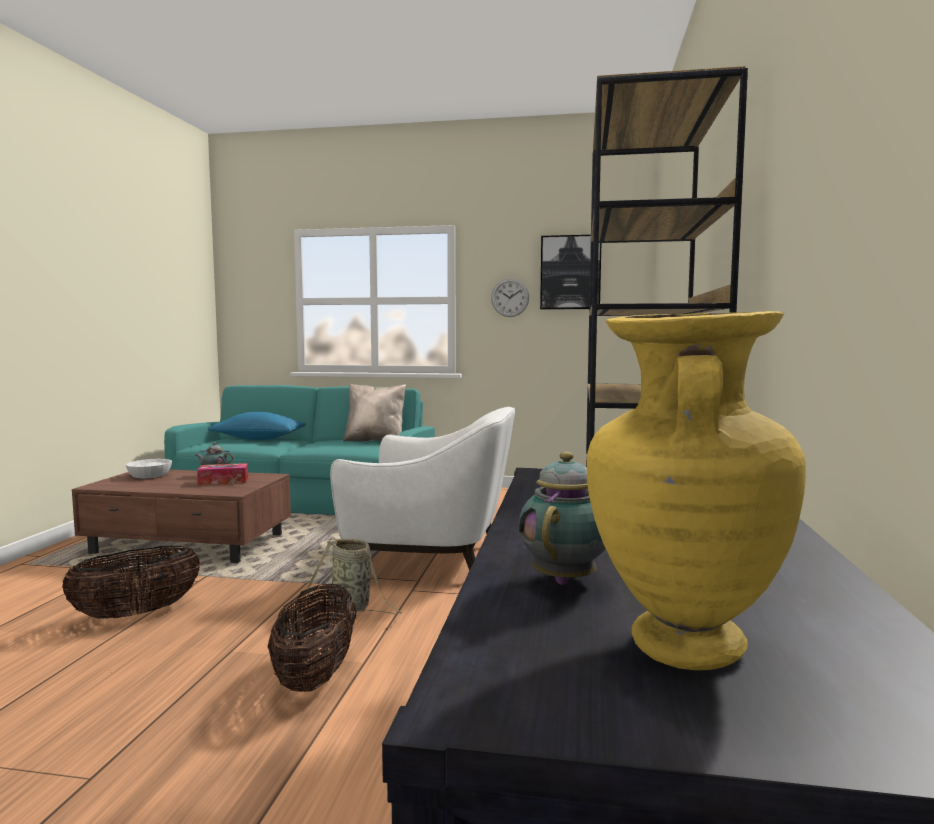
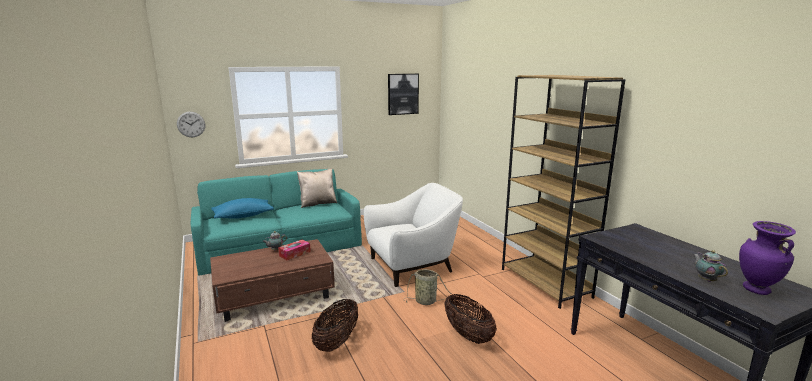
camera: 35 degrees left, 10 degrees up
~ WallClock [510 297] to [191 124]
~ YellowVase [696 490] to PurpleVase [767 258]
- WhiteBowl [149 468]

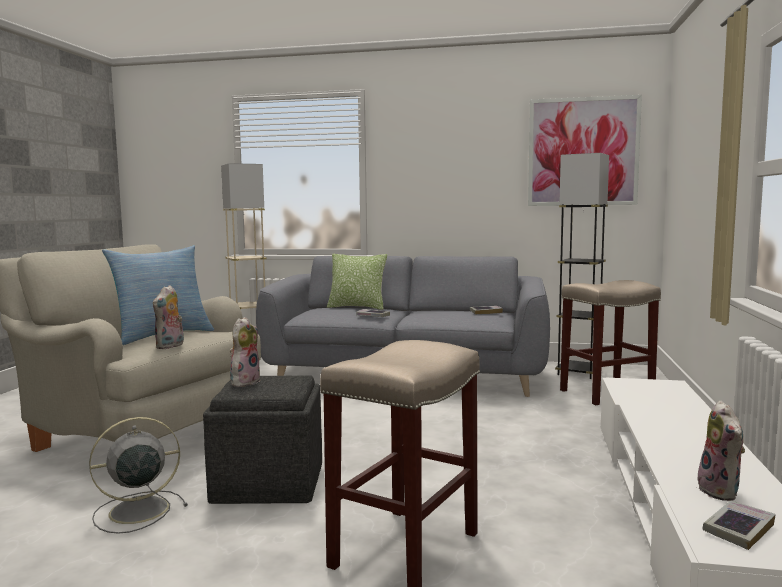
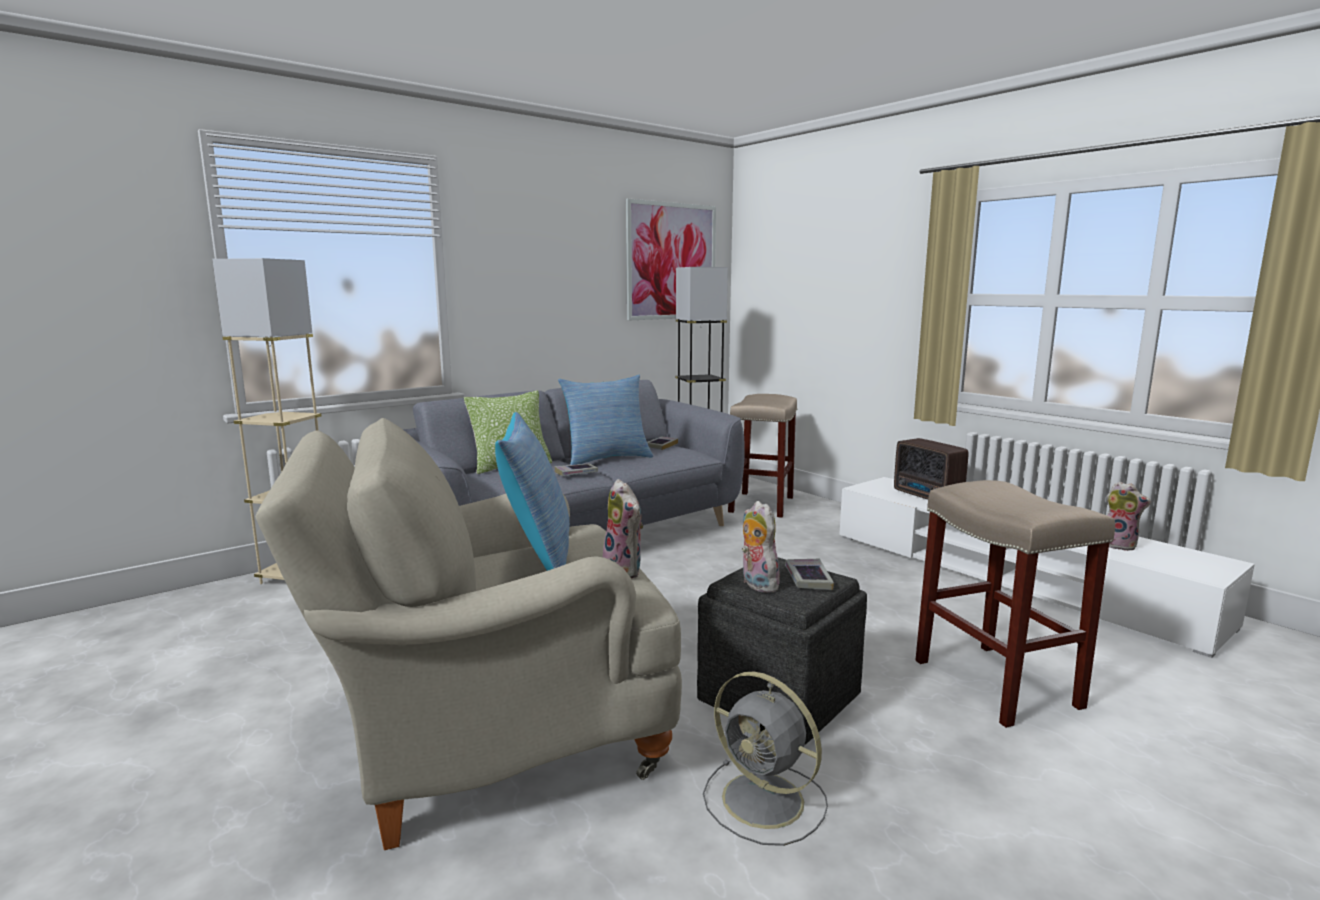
camera: 50 degrees left, 5 degrees up
~ GreyFan [138 475] = [765 759] 60 degrees counterclockwise
~ Book [739 525] to [809 574]
+ Pillow [605 420]
+ Radio [931 469]

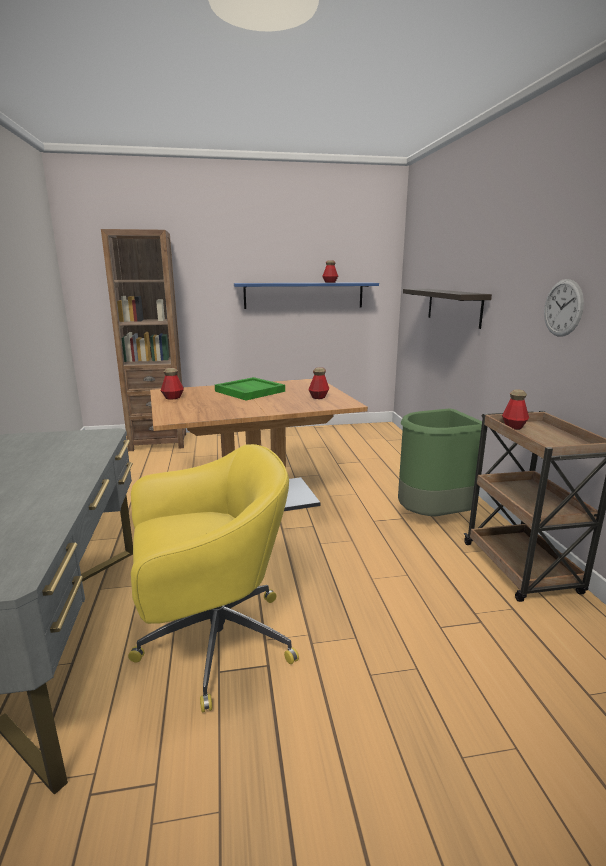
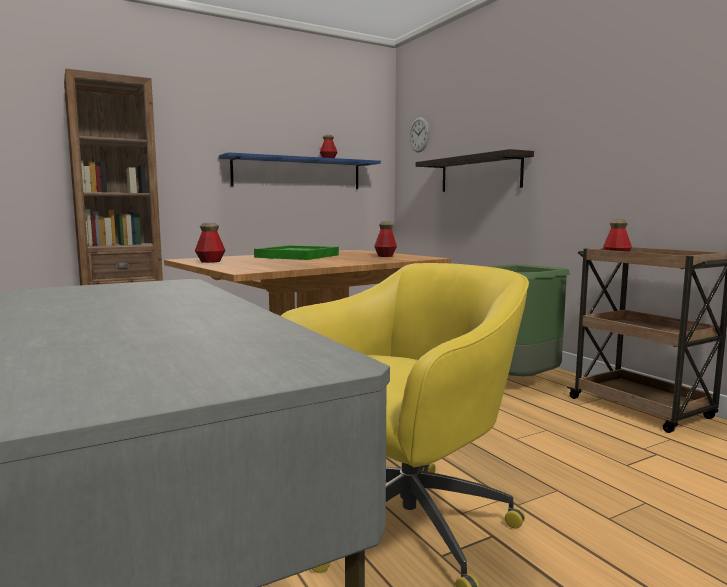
camera: 20 degrees left, 10 degrees down
~ WallClock [564 308] to [419 134]

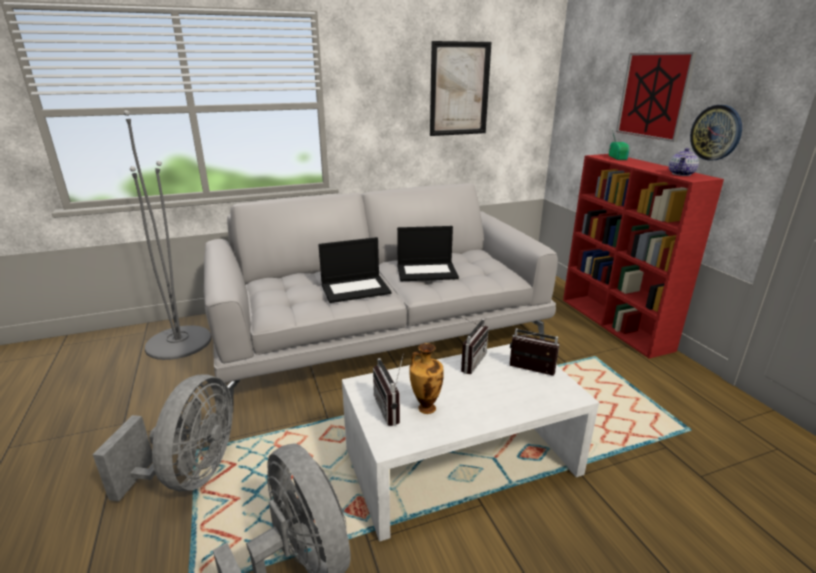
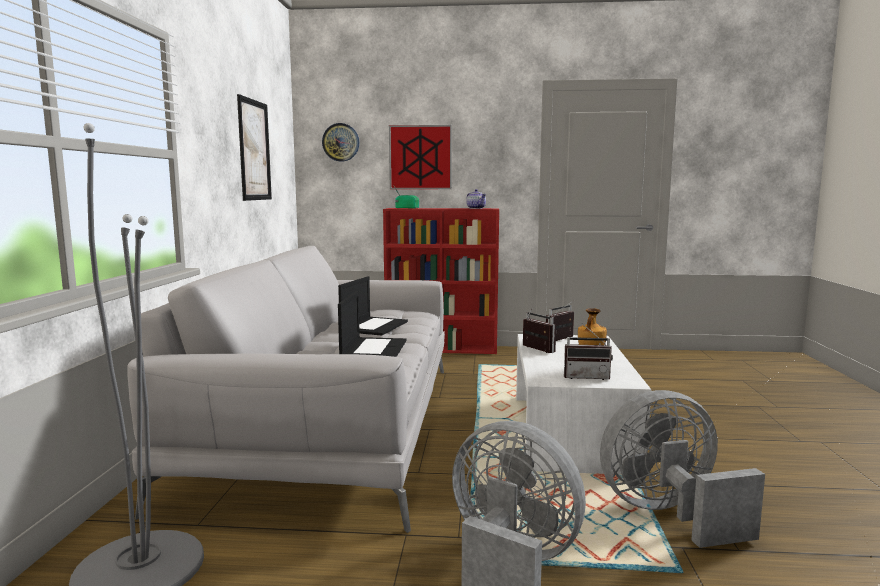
camera: 65 degrees left, 15 degrees down
~ WallClock [716 133] to [340 142]

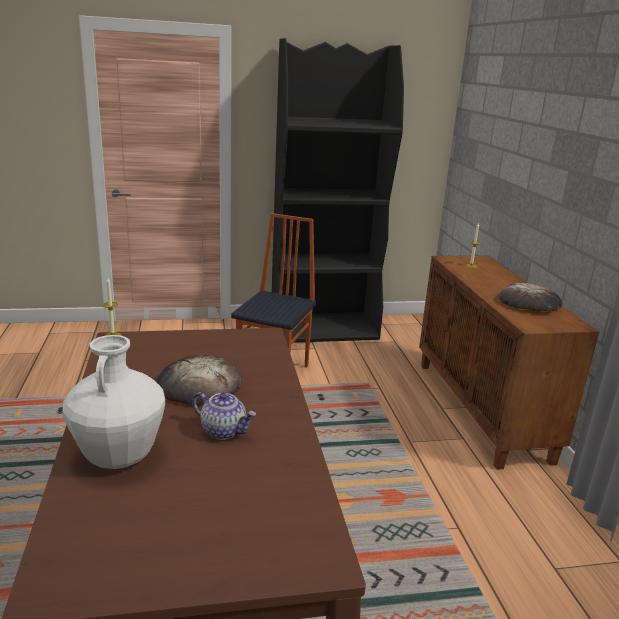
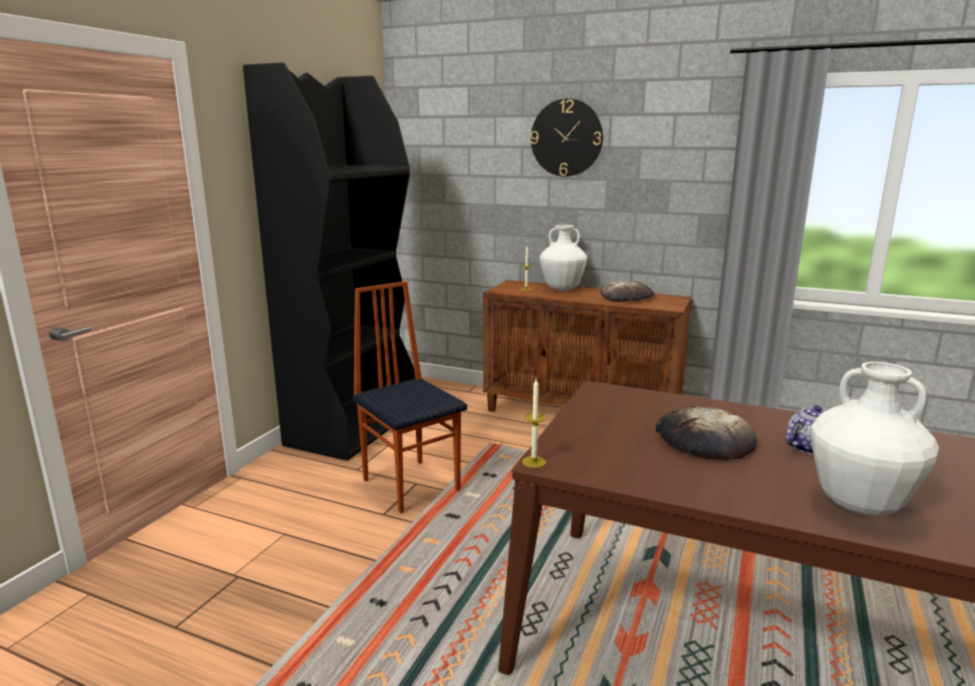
camera: 55 degrees left, 5 degrees down
+ WallClock [567 138]
+ WhiteVase [563 258]

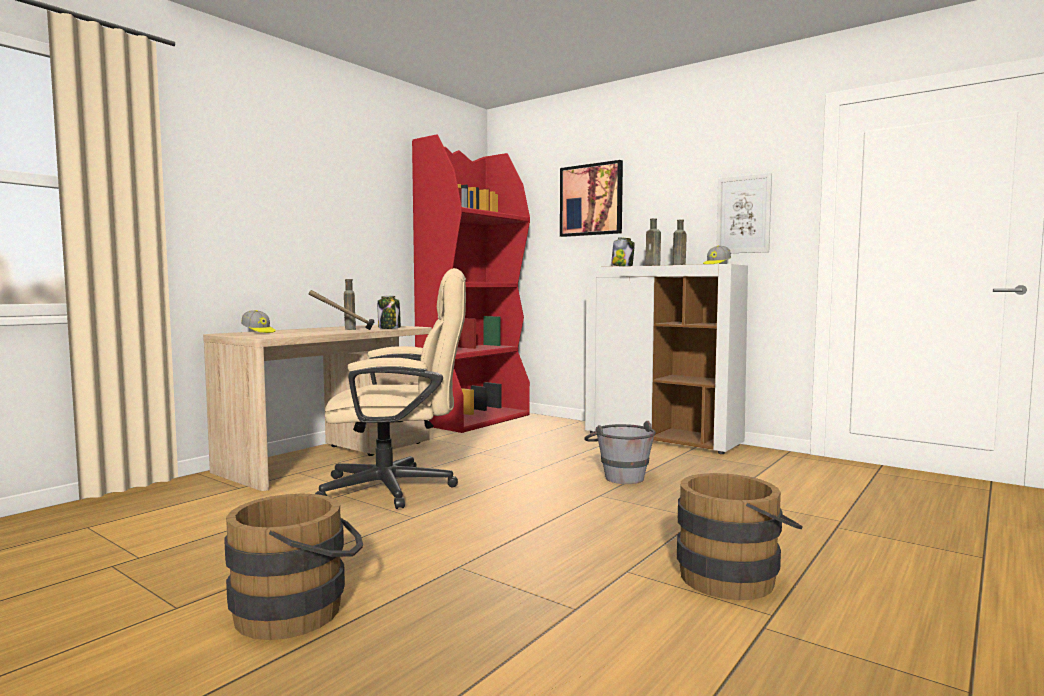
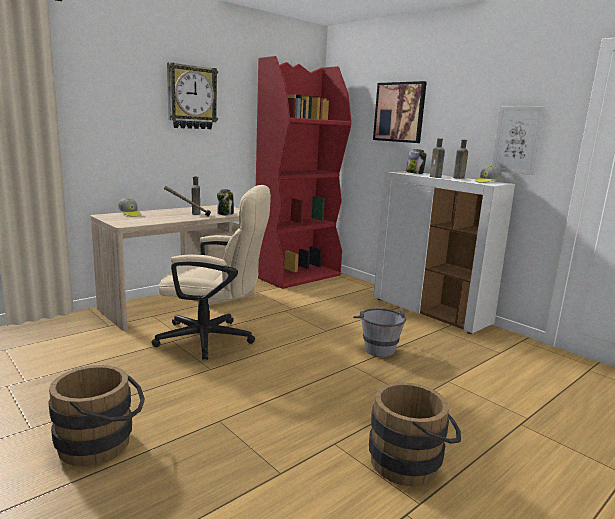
camera: 10 degrees right, 10 degrees up
+ WallClock [192 95]

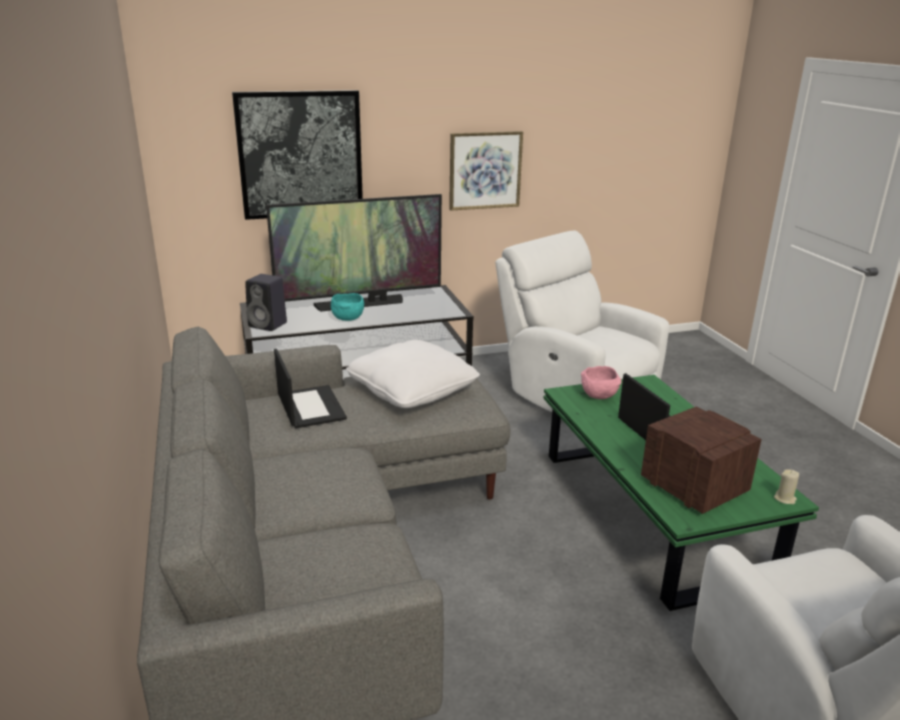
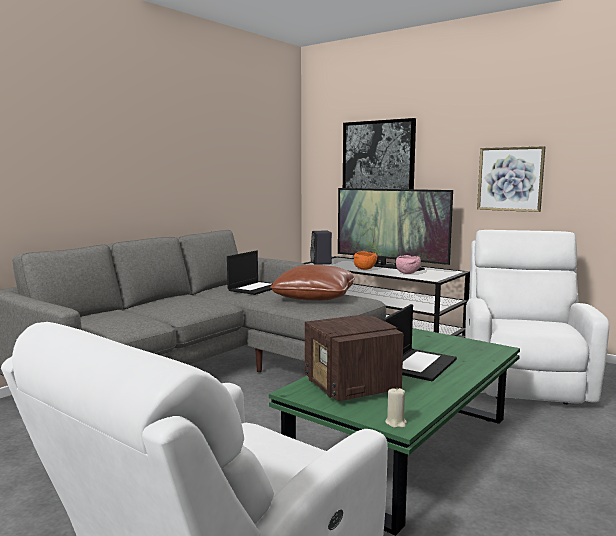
camera: 55 degrees right, 15 degrees down
~ TurquoiseBowl [347 307] to OrangeBowl [365 260]
~ WhitePillow [413 374] to BrownPillow [312 283]
~ PinkBowl [601 382] to [408 264]
~ Radio [701 460] = [354 358] 135 degrees clockwise

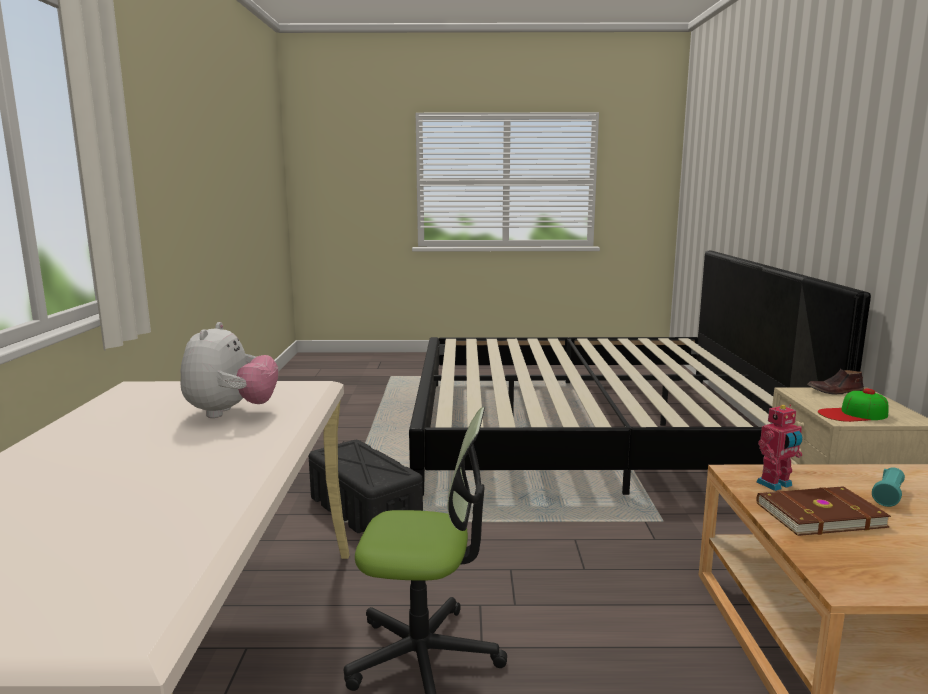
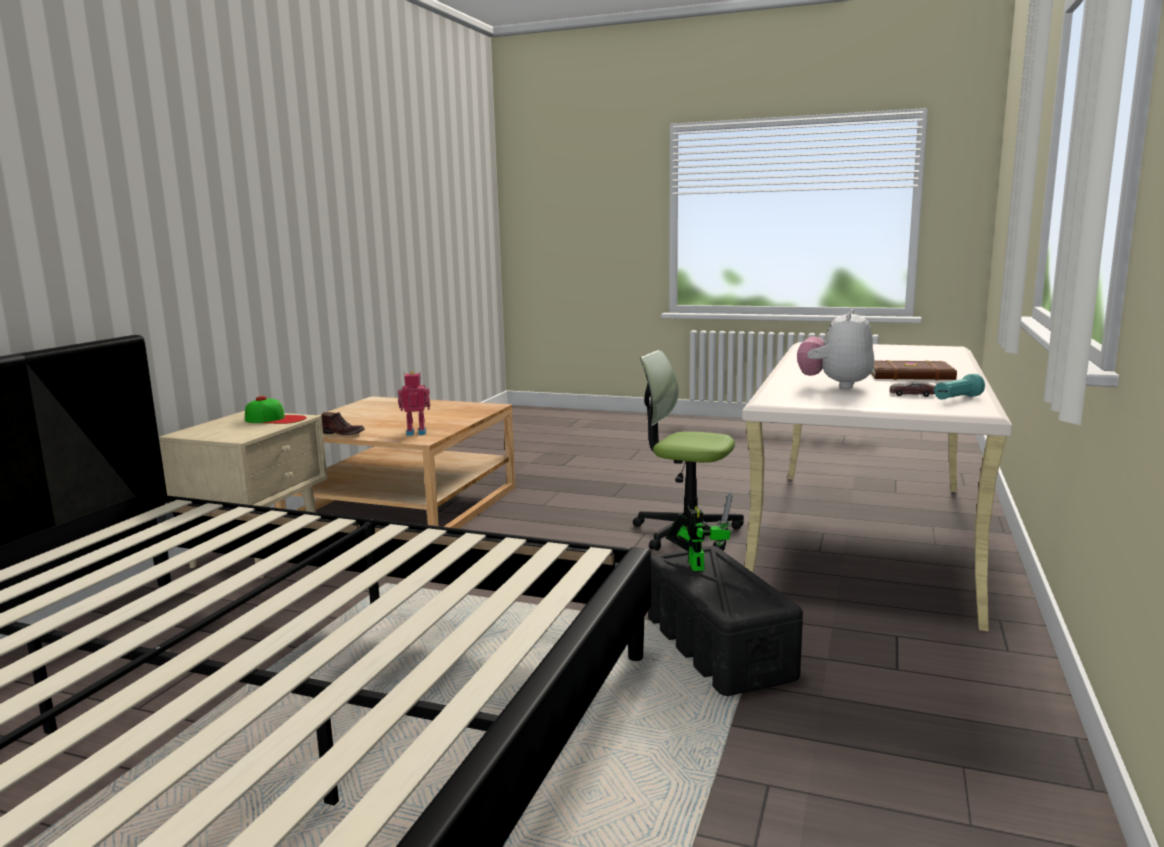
camera: 160 degrees left, 0 degrees up
~ BrownShoe [835 382] to [343 423]
~ TurquoiseFlashlight [888 487] to [959 387]
~ BrownBook [824 511] to [914 370]
+ ToyCar [912 389]
+ ToyRobot [699 531]

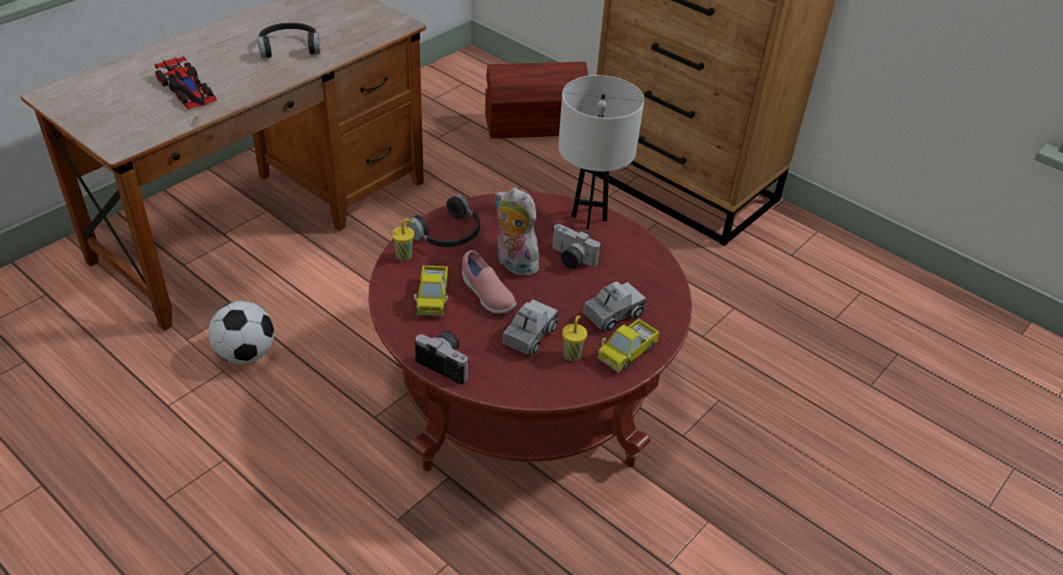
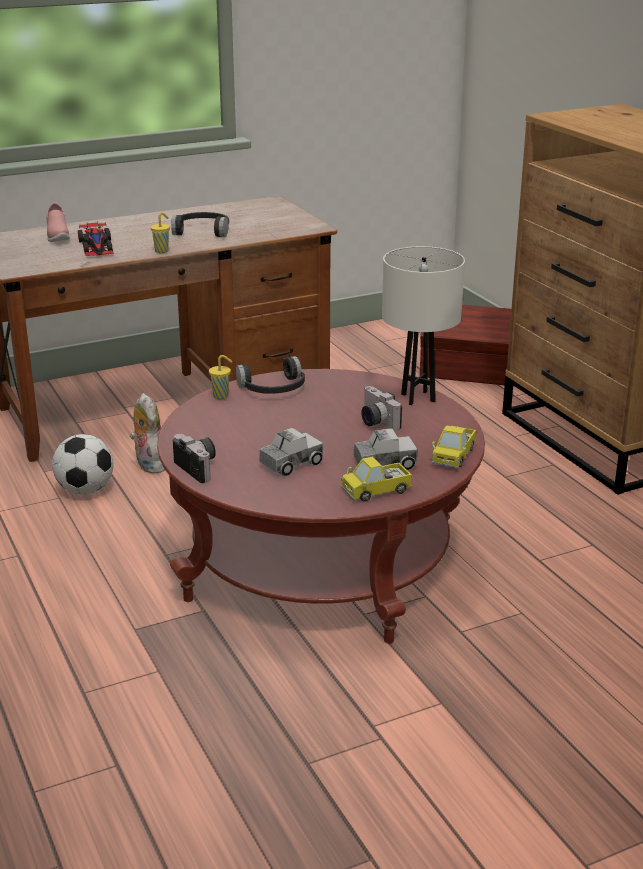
camera: 25 degrees right, 15 degrees down
~ PlushToy [517 231] to [147 433]
~ PinkShoe [489 282] to [58 222]
~ ToyTruck [431 290] to [454 447]
~ YellowCup [574 338] to [160 232]

